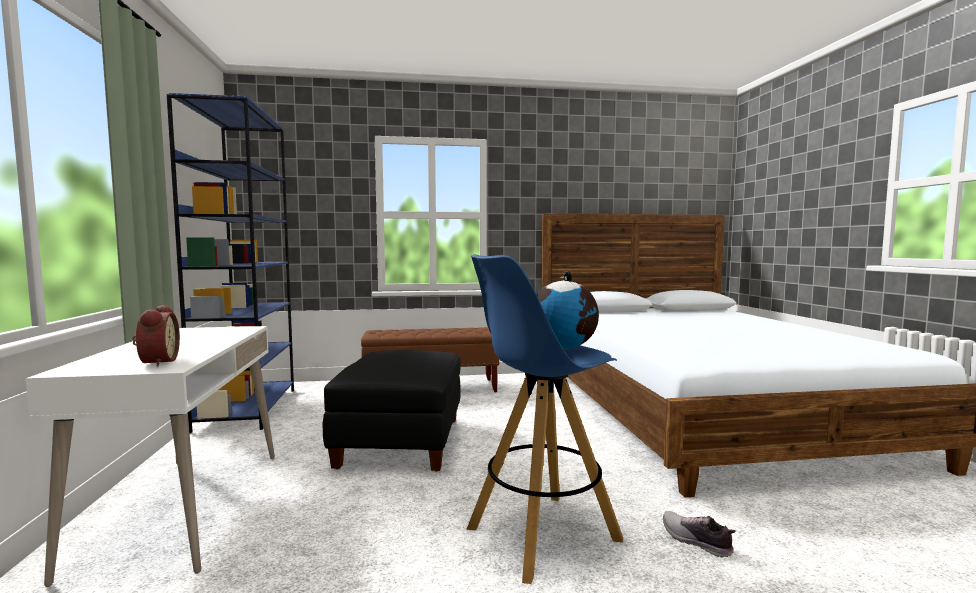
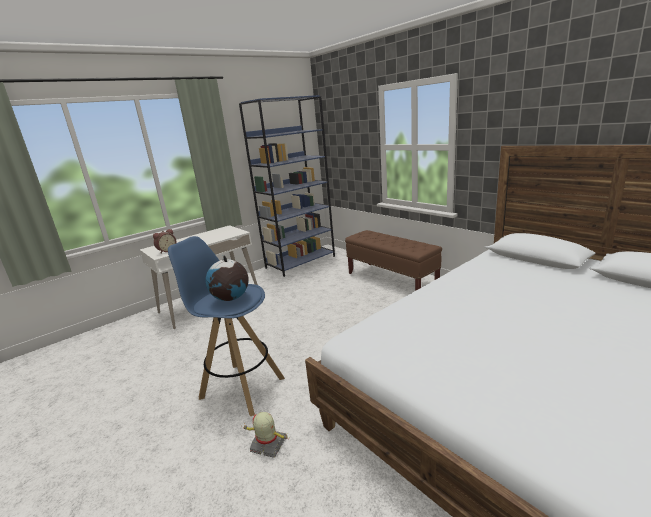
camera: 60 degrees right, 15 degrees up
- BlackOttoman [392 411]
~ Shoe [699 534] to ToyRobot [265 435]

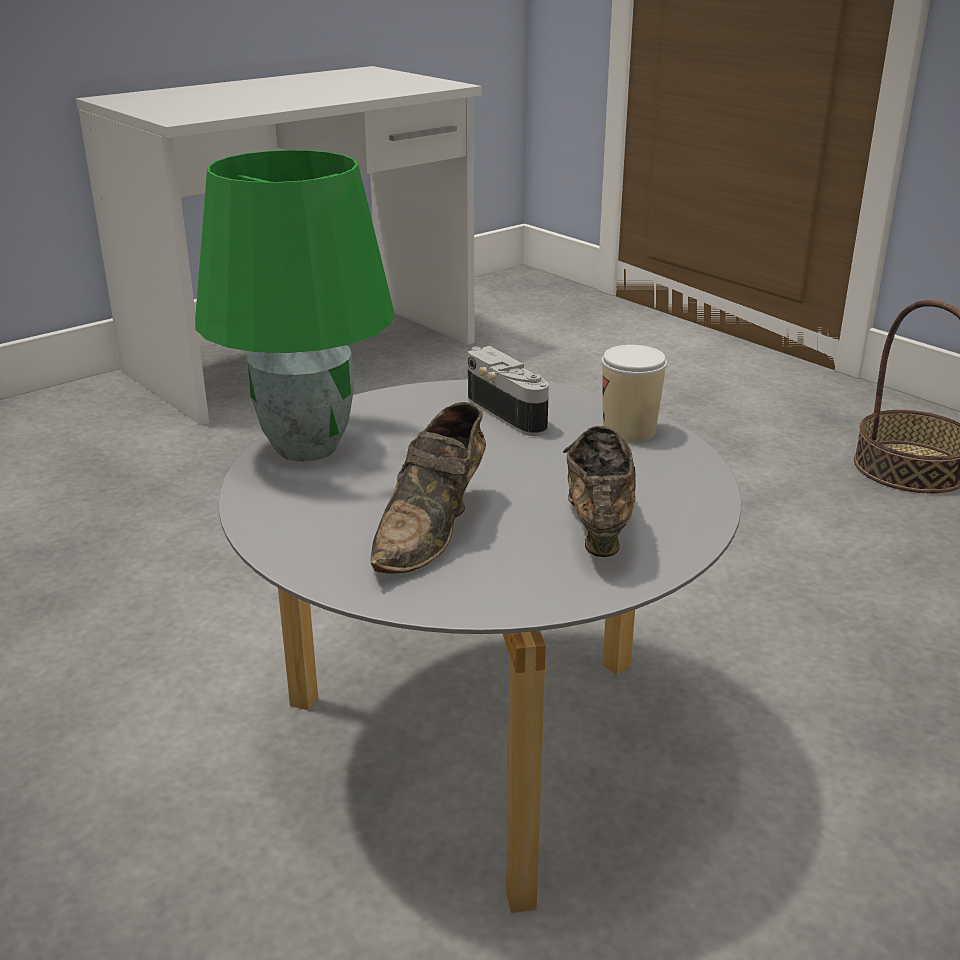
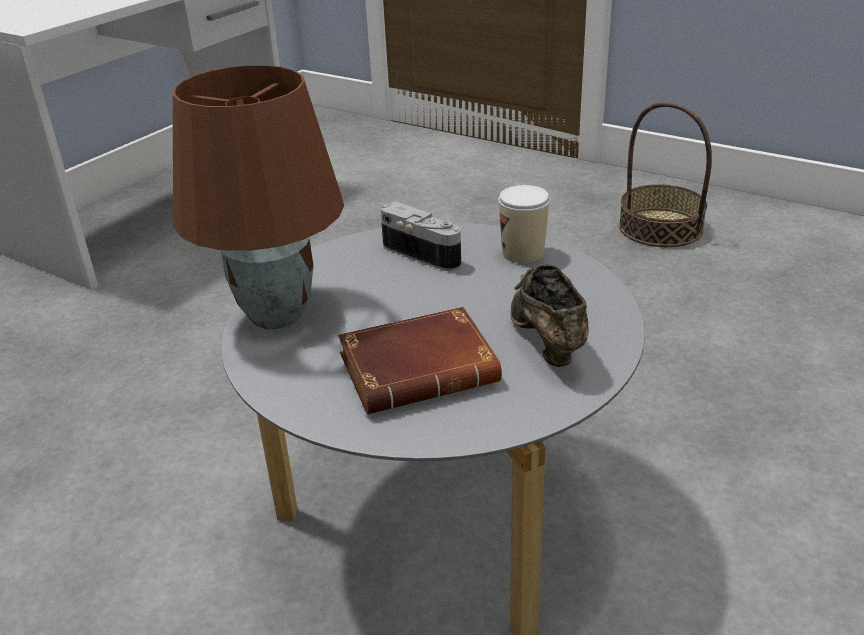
camera: 15 degrees left, 5 degrees up
~ GreenTableLamp [295 305] to BrownTableLamp [258 197]
~ BrownShoe [428 488] to BrownBook [420 360]

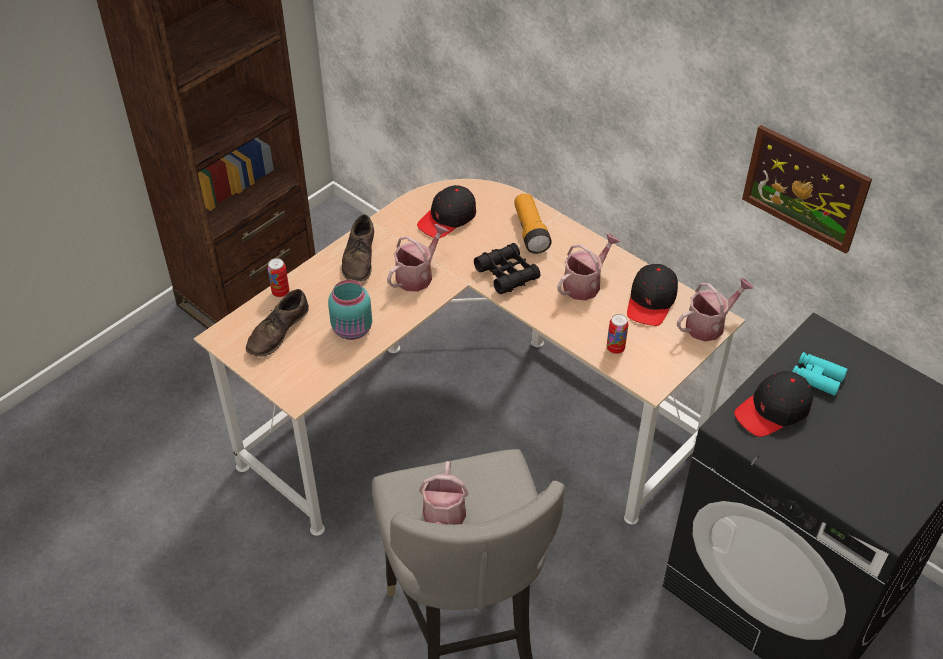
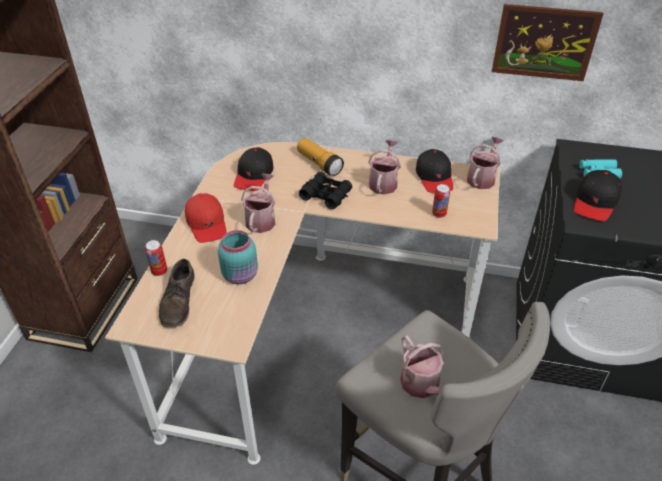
camera: 30 degrees left, 5 degrees down
~ BrownShoe [357 248] to RedCap [206 218]

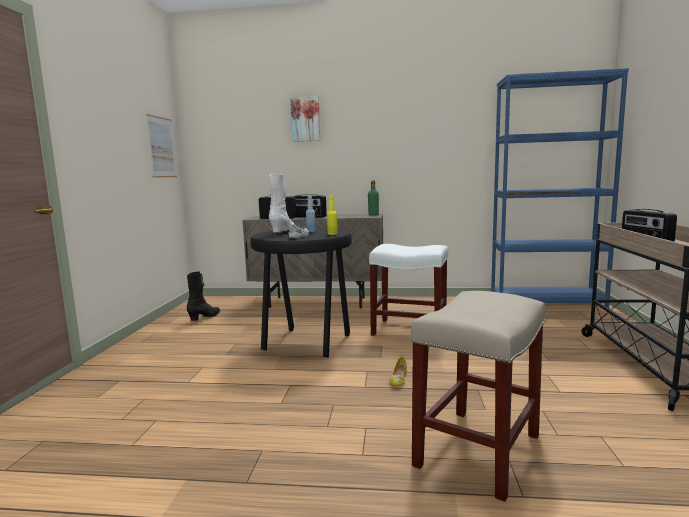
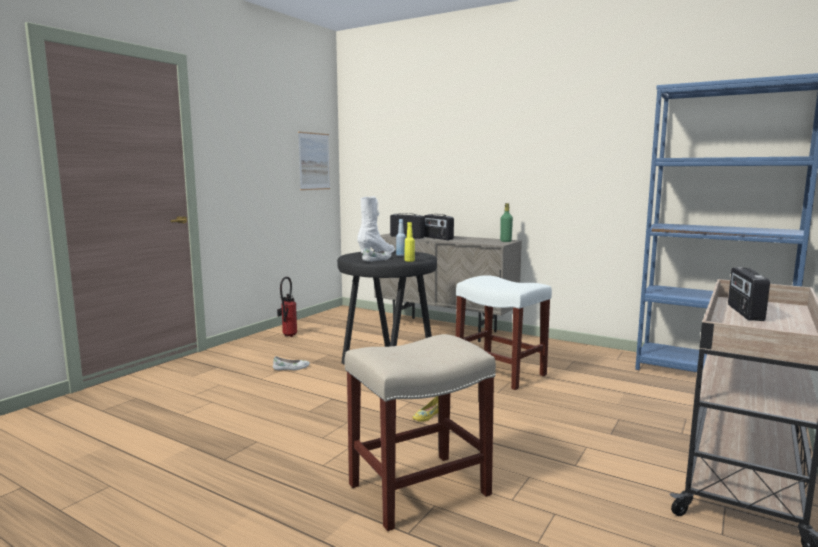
camera: 25 degrees right, 0 degrees up
- Picture [305 119]
- BlackBoot [203 296]
+ FireExtinguisher [287 307]
+ WhiteShoe [291 363]

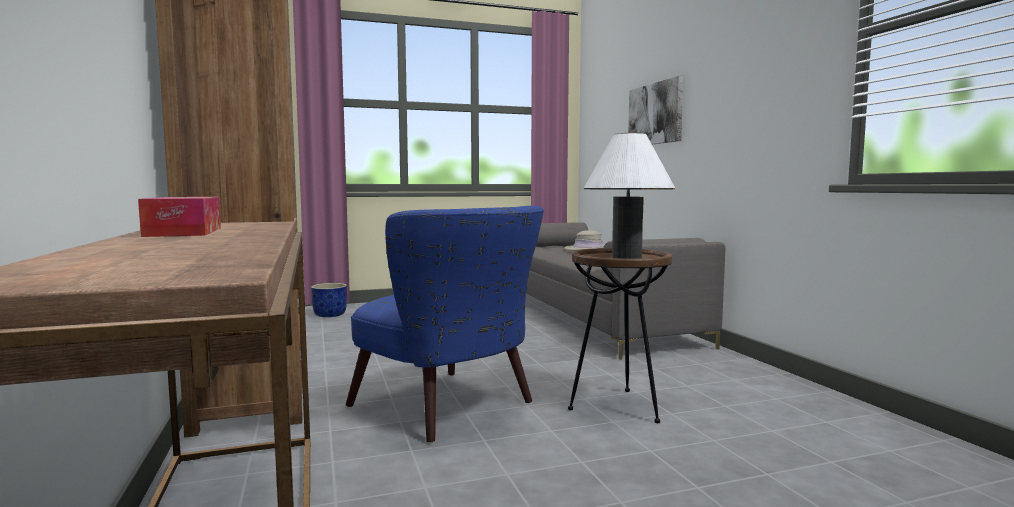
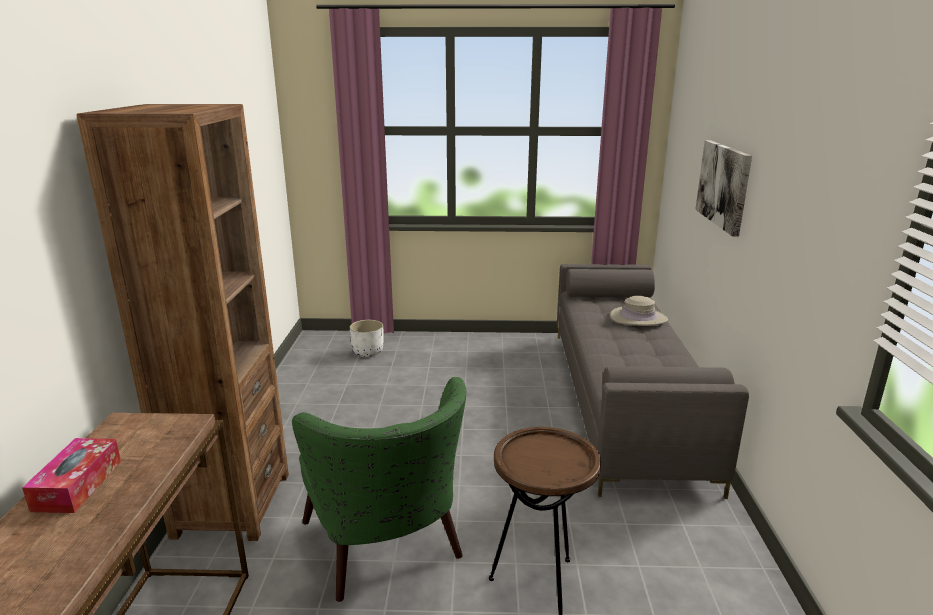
camera: 20 degrees right, 15 degrees up
- WhiteTableLamp [629 196]
~ BlueArmchair [445 324] to GreenArmchair [379 489]
~ BluePlanter [329 300] to WhitePlanter [367 338]

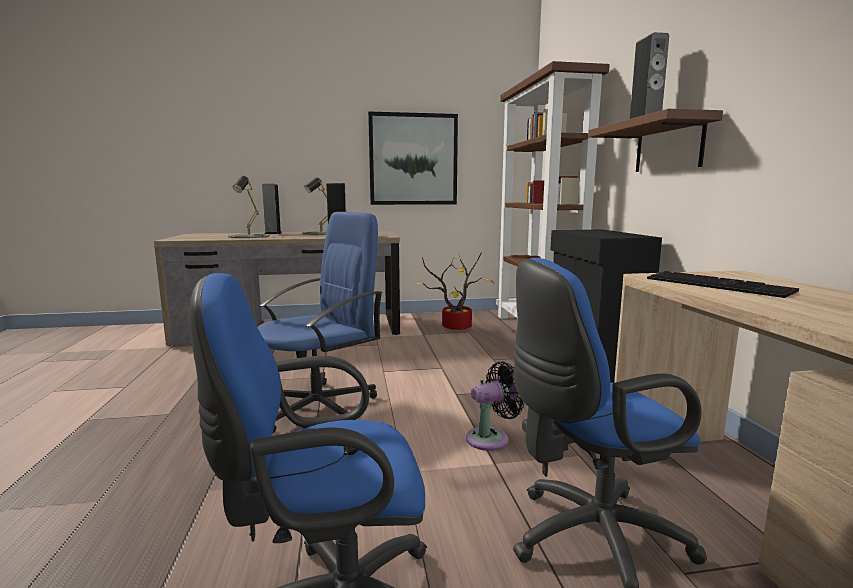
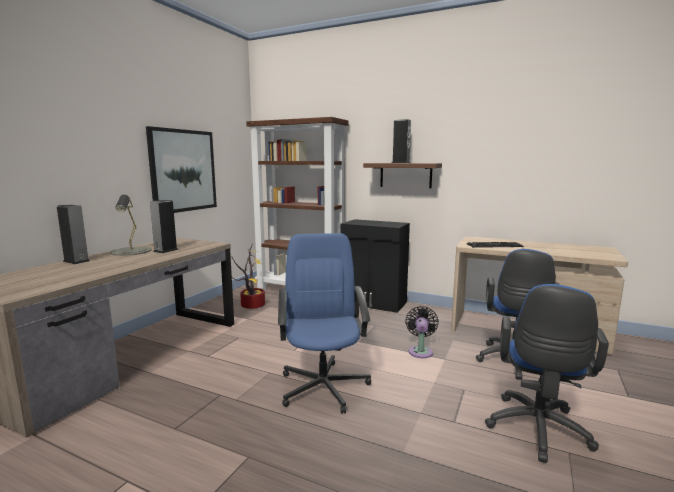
camera: 55 degrees left, 0 degrees up
- GreyTableLamp [249 207]

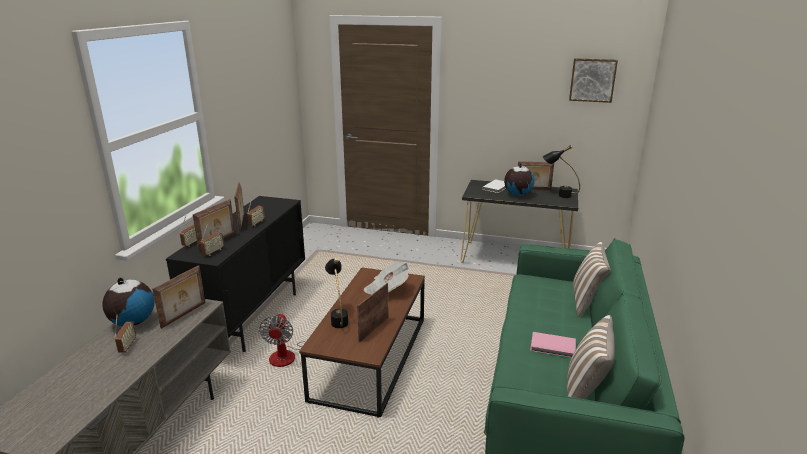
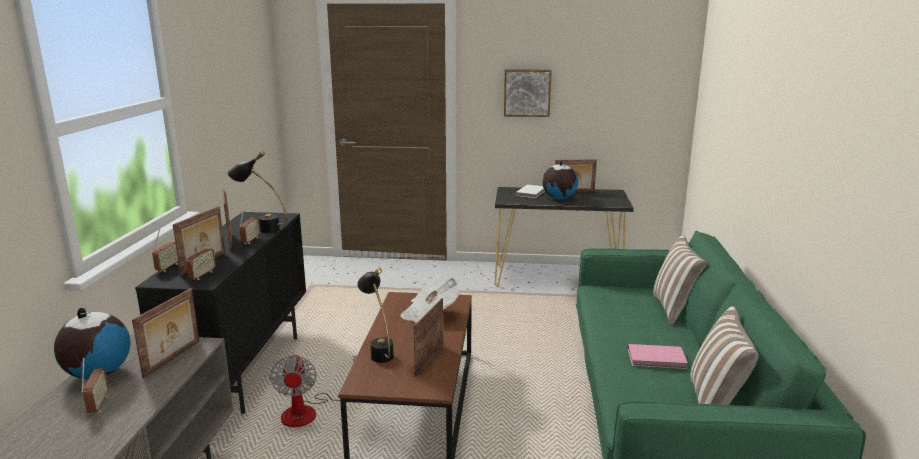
camera: 10 degrees left, 5 degrees down
~ Picture [593 80] to [528 93]
~ BlackTableLamp [561 171] to [257 192]

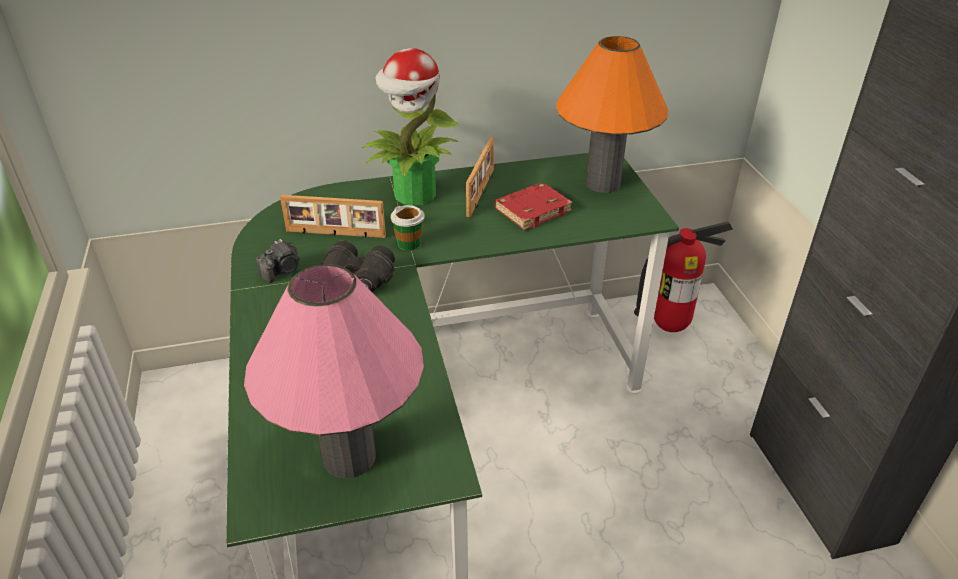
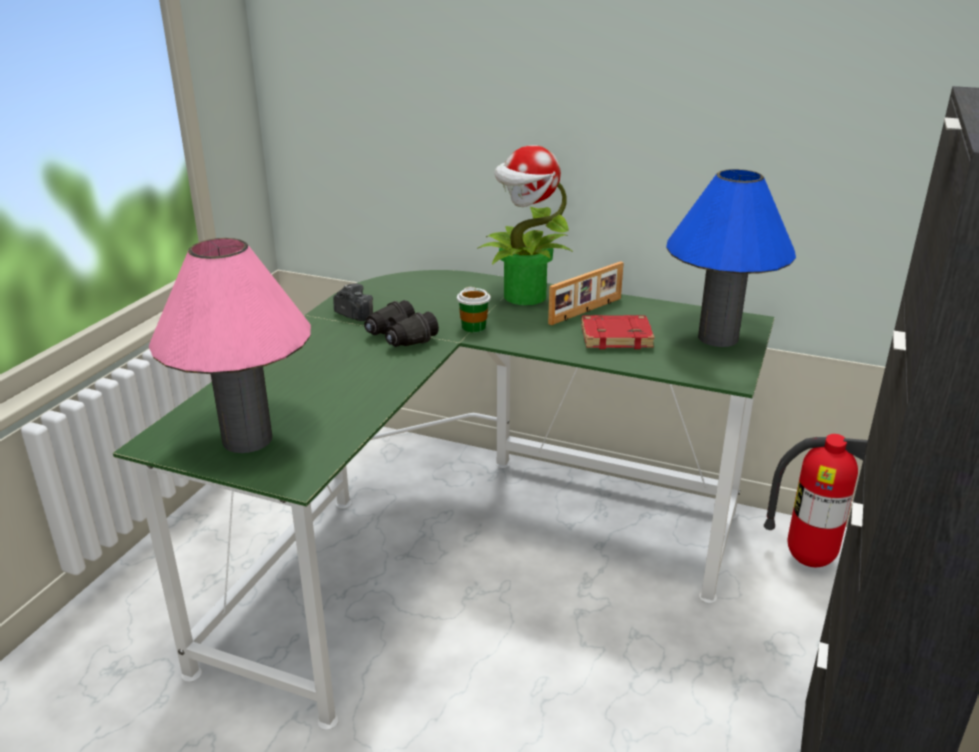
camera: 35 degrees right, 10 degrees down
~ OrangeTableLamp [612 114] to BlueTableLamp [731 258]
- PictureFrame [333 216]
~ PhotoCamera [277 260] = [353 302] 135 degrees counterclockwise

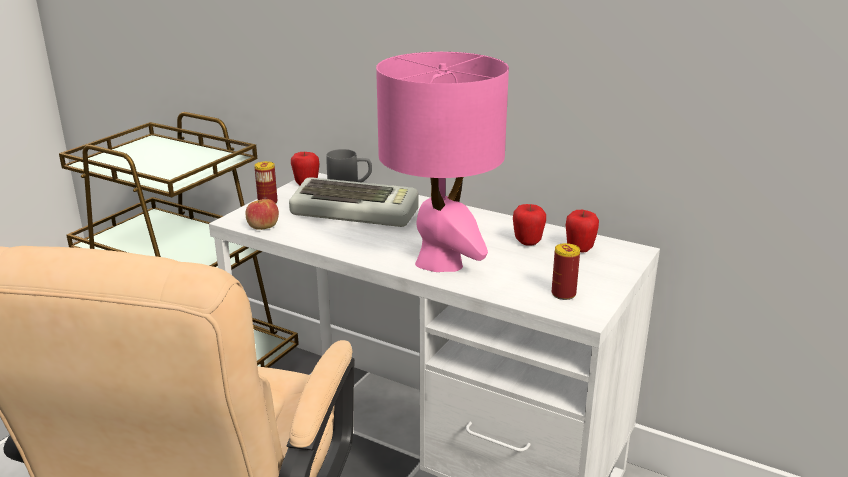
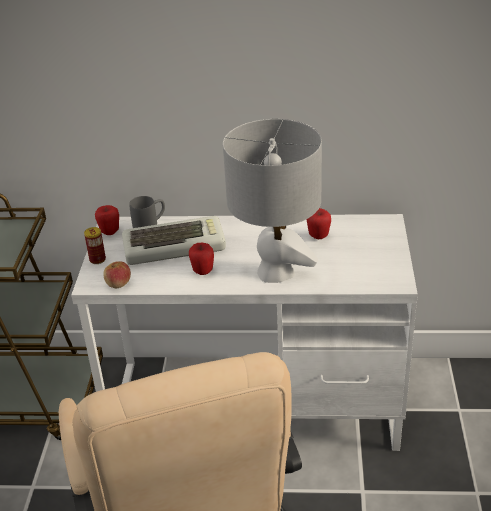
camera: 25 degrees left, 10 degrees up
~ PinkTableLamp [442 162] to GreyTableLamp [272 201]
~ Apple [582 231] to [201 259]
- Can [566 271]

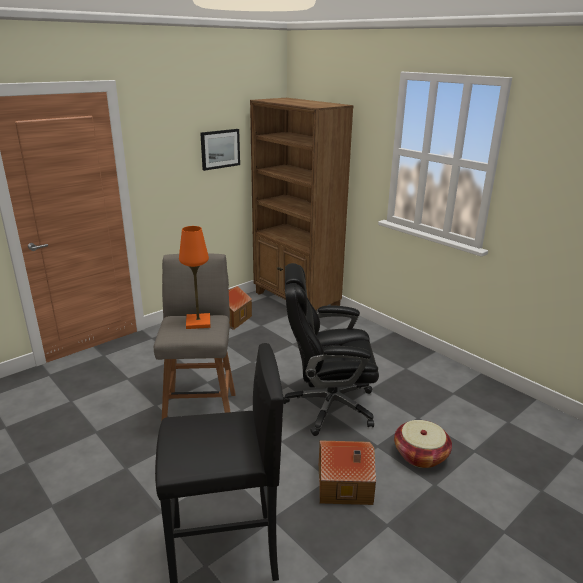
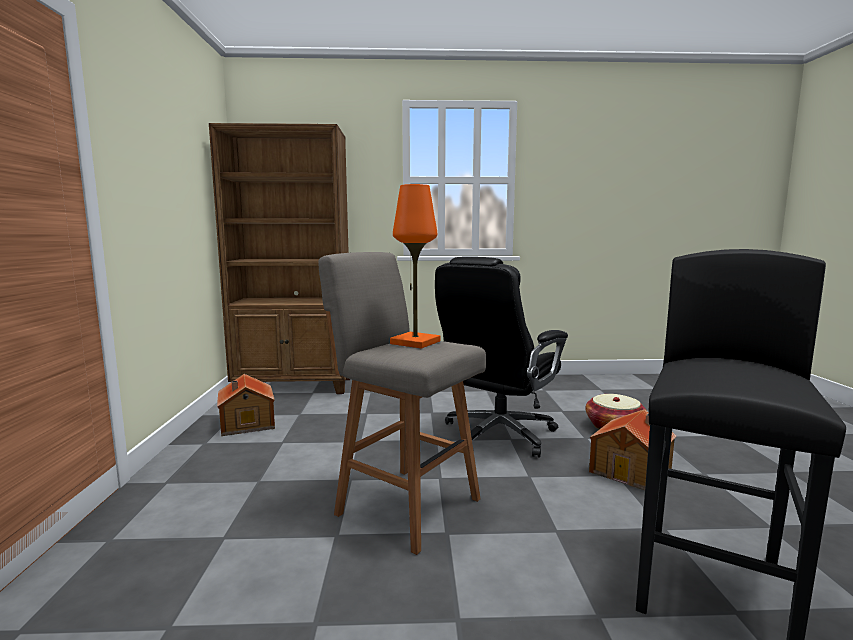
camera: 50 degrees left, 15 degrees down
- Picture [220 150]

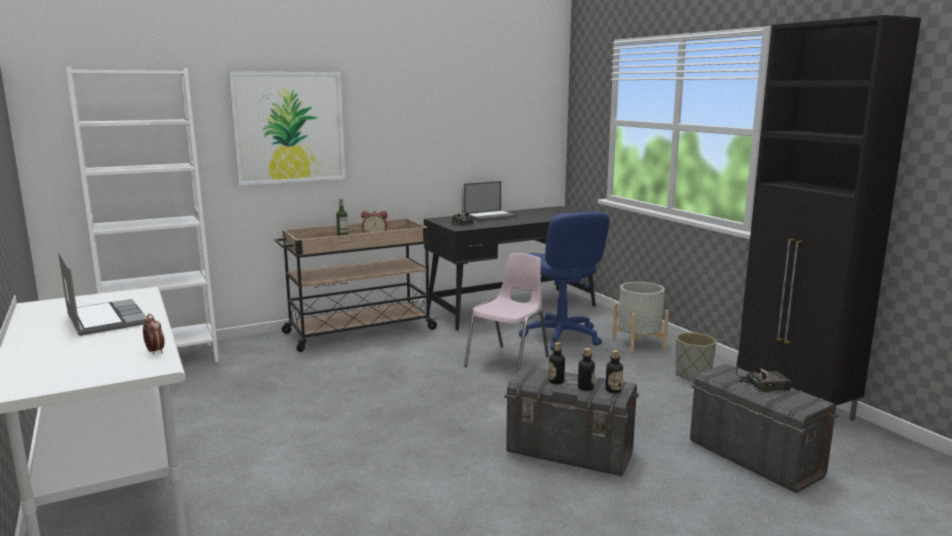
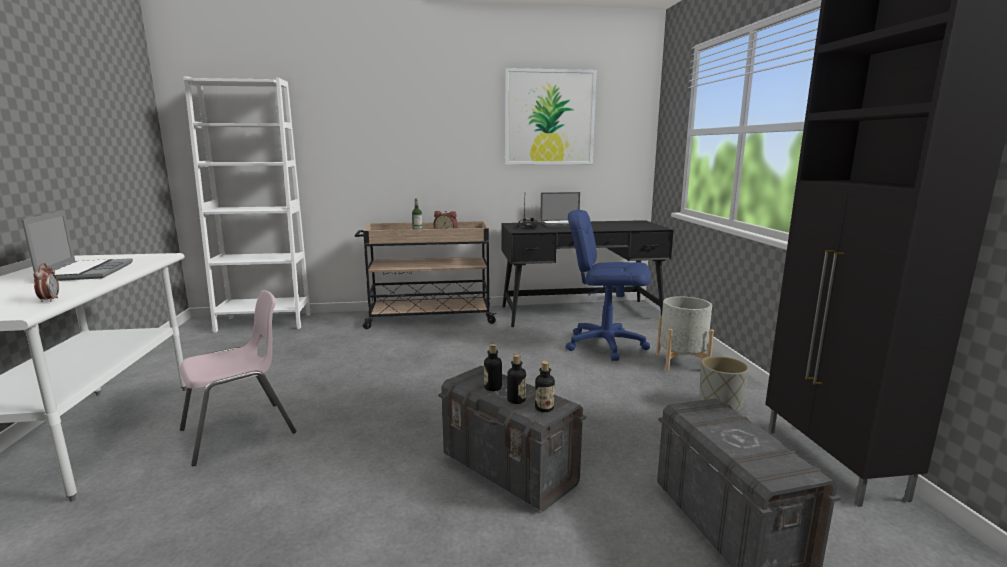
camera: 20 degrees right, 0 degrees up
~ Picture [287 128] to [551 116]
~ BlueOfficeChair [564 280] = [608 285] 105 degrees clockwise
~ PinkChair [506 313] to [238 378]
- Radio [764 359]

